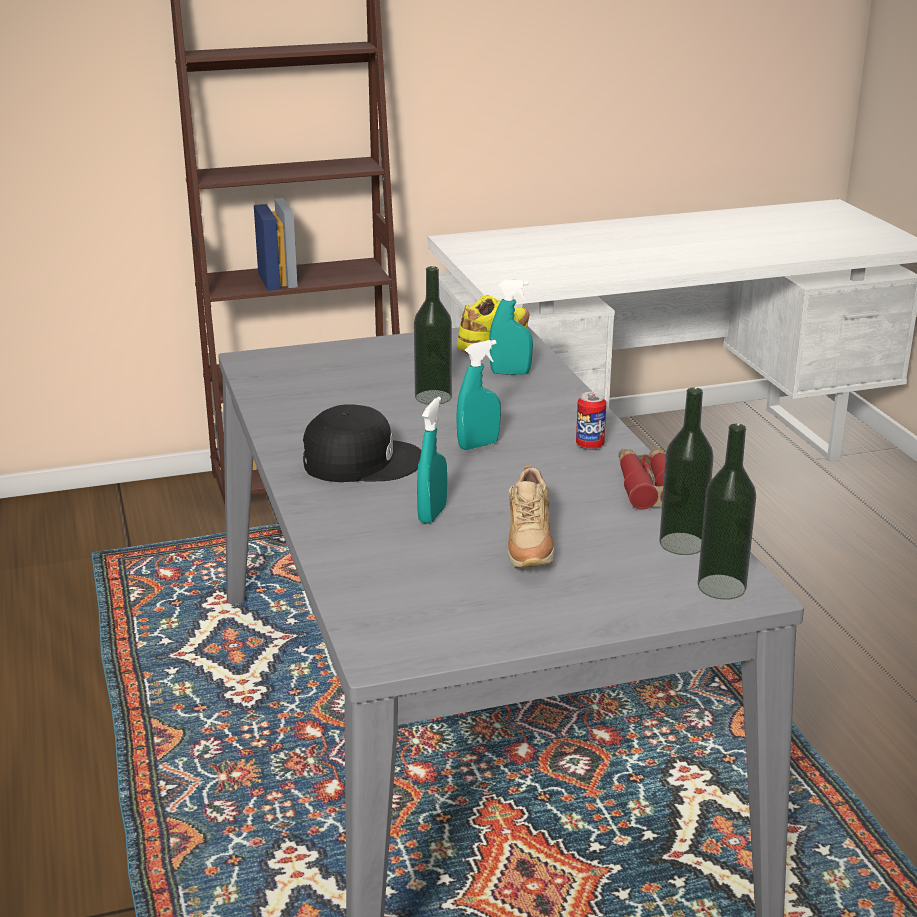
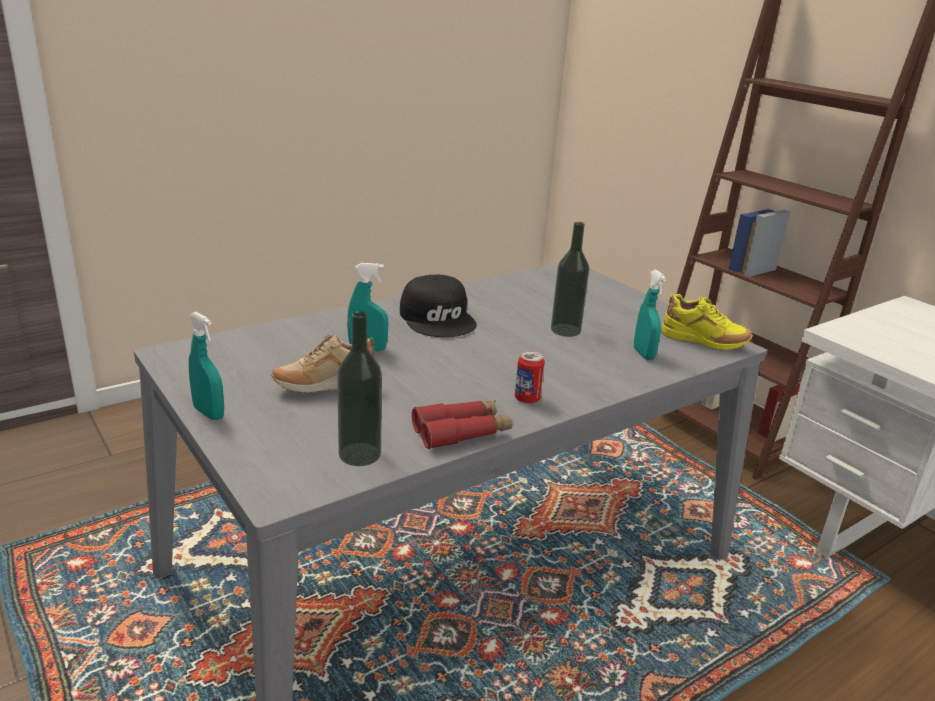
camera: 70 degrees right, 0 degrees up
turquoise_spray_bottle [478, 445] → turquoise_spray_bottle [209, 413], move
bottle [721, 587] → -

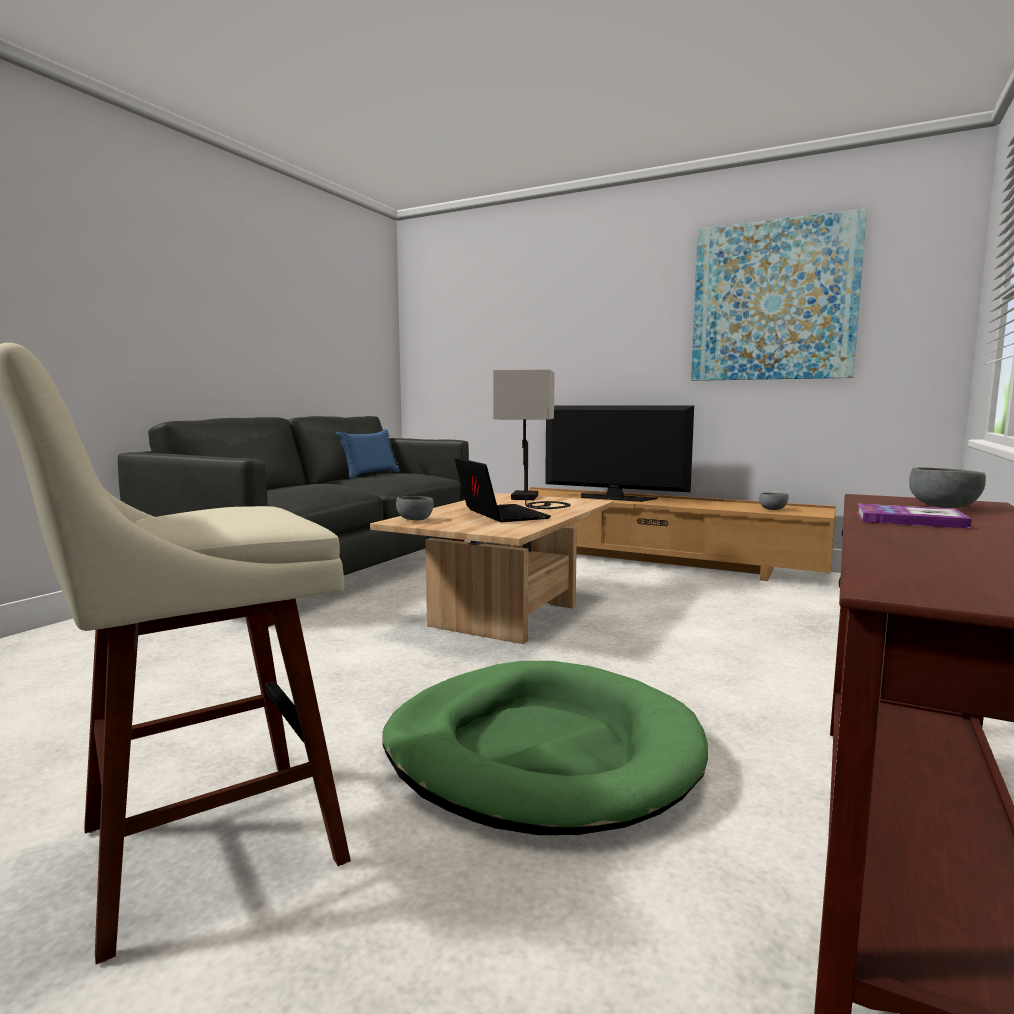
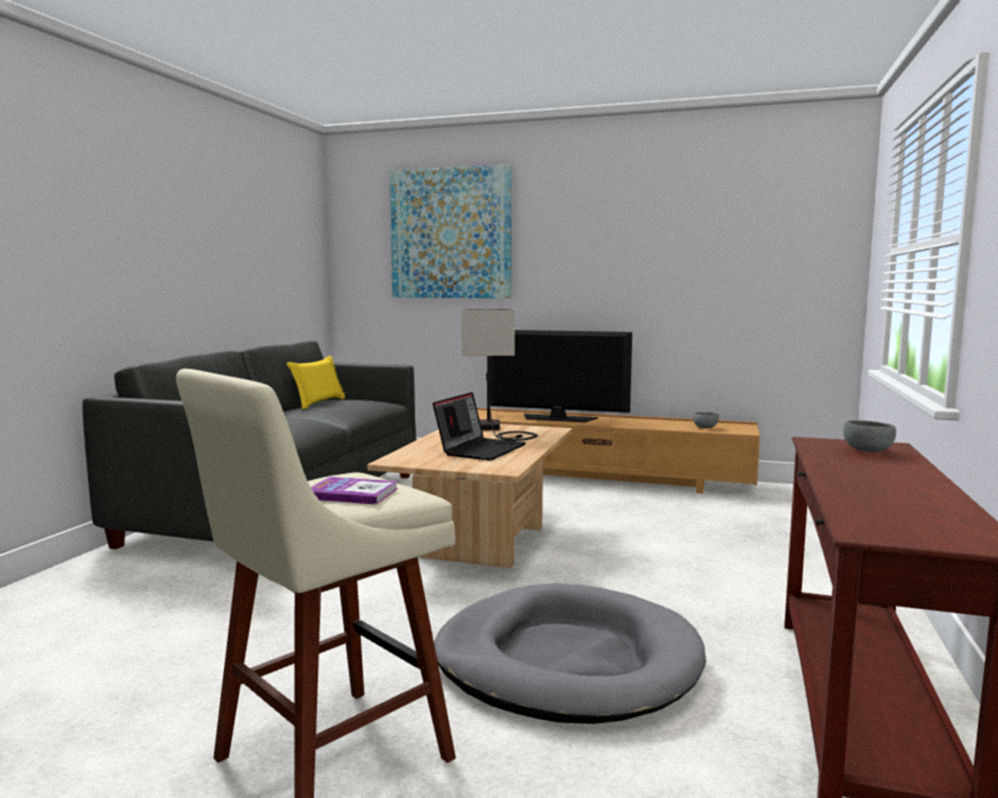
camera: 10 degrees left, 0 degrees up
blue_pillow [370, 475] → yellow_pillow [318, 403]
green_dog_bed [541, 752] → grey_dog_bed [566, 661]
grey_bowl [415, 520] → -
laptop [499, 515] → laptop [480, 449], 60 degrees clockwise
picture [773, 301] → picture [450, 233], move
book [909, 519] → book [352, 493], move

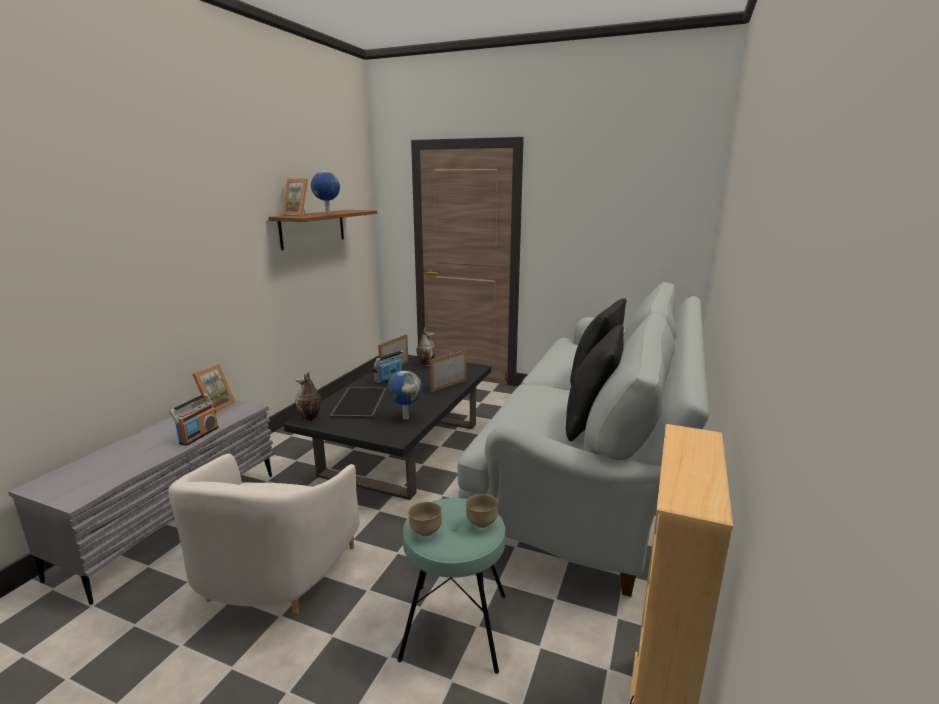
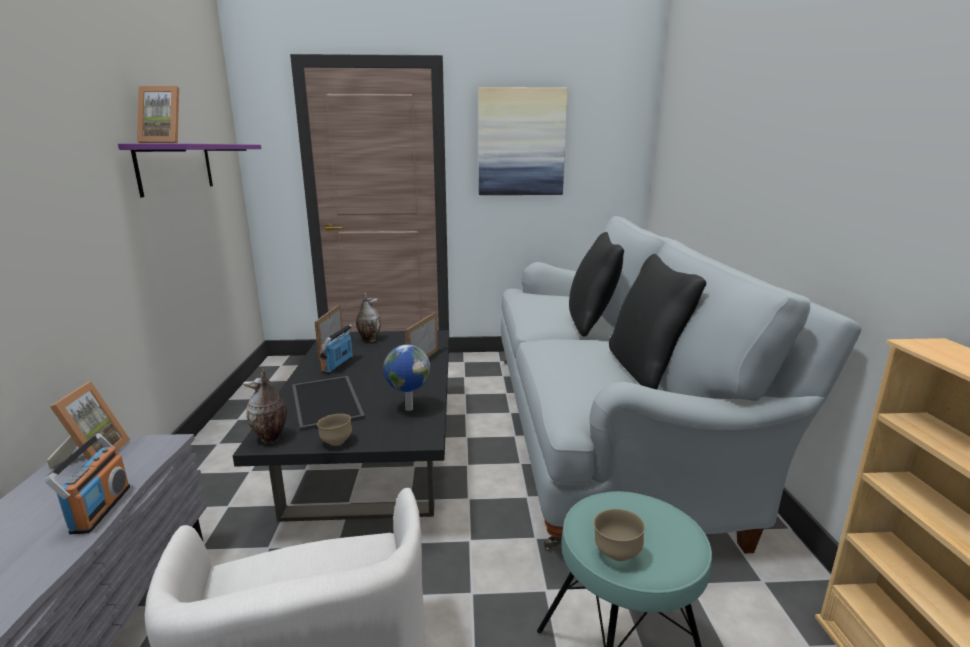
camera: 25 degrees left, 0 degrees up
brown_shelf [313, 228] → purple_shelf [176, 167]
globe [327, 214] → -
brown_bowl [481, 523] → brown_bowl [336, 442], move
- → picture [521, 142]

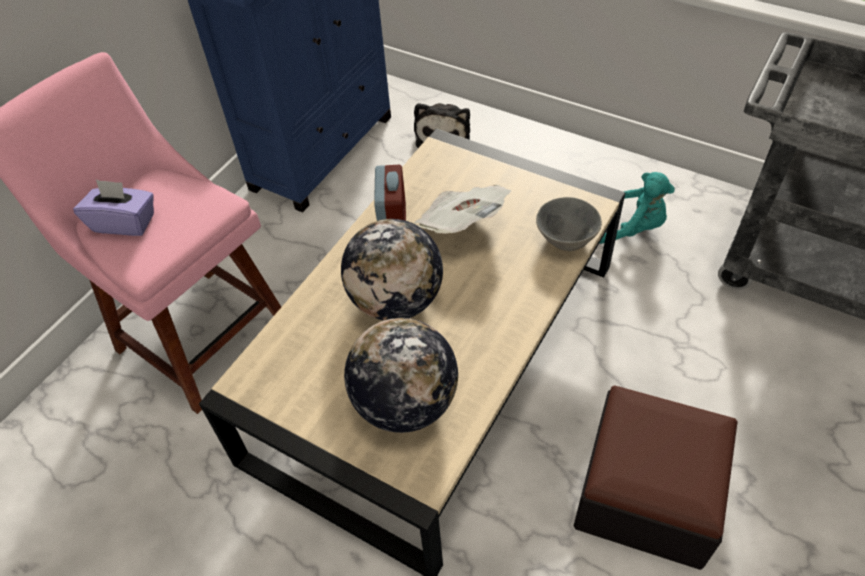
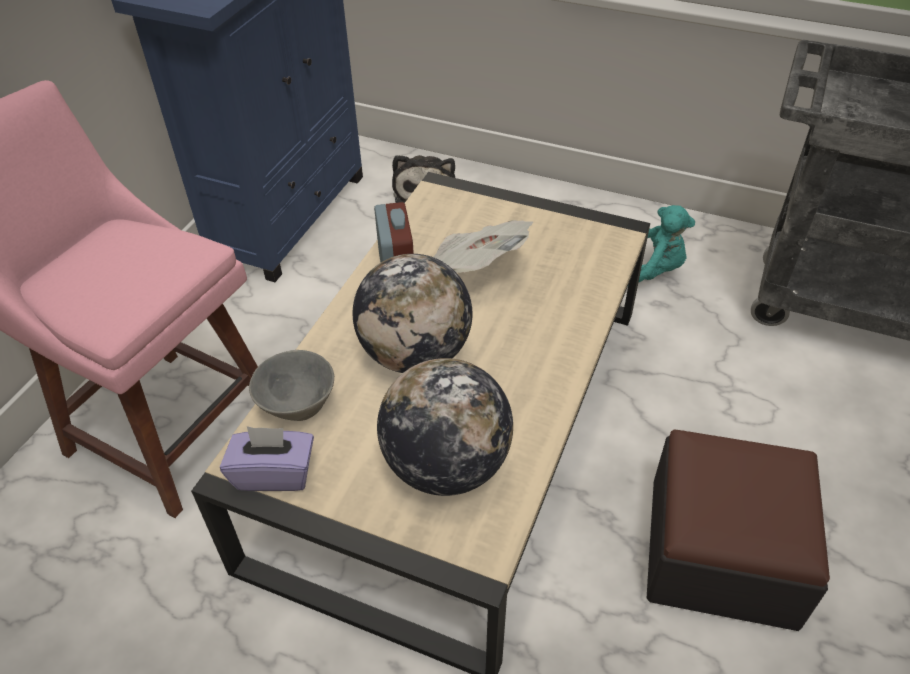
camera: 10 degrees left, 5 degrees down
purple_tissue_box [125, 222] → purple_tissue_box [274, 473], move
grey_bowl [566, 238] → grey_bowl [298, 403], move

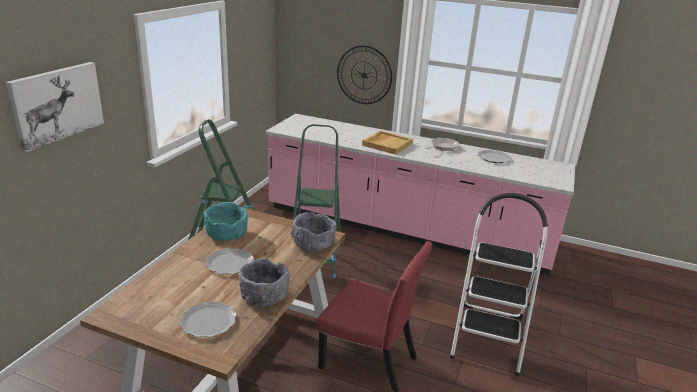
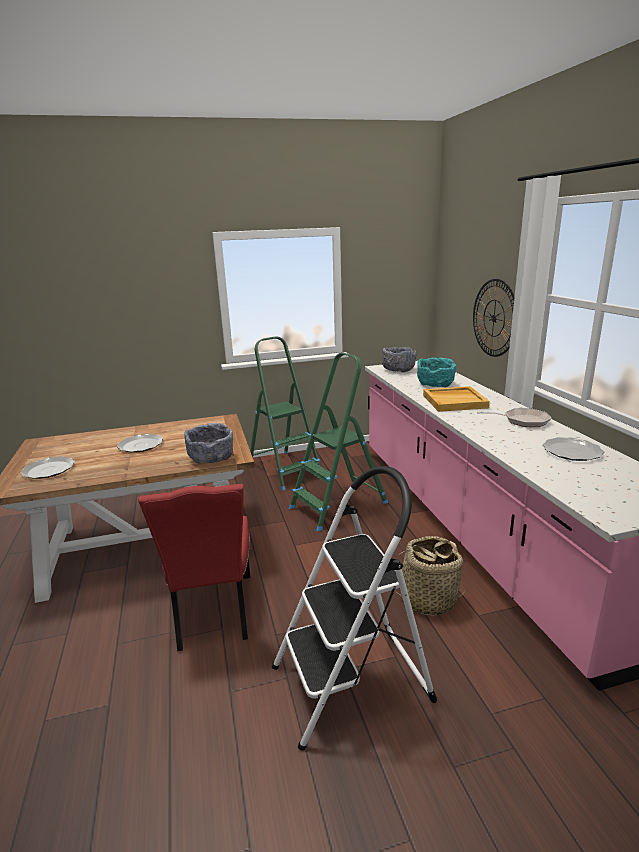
camera: 55 degrees right, 5 degrees down
picture [57, 104] → -
turquoise_bowl [227, 234] → turquoise_bowl [435, 384], move
grey_bowl [264, 296] → grey_bowl [398, 369], move
- → basket [428, 599]

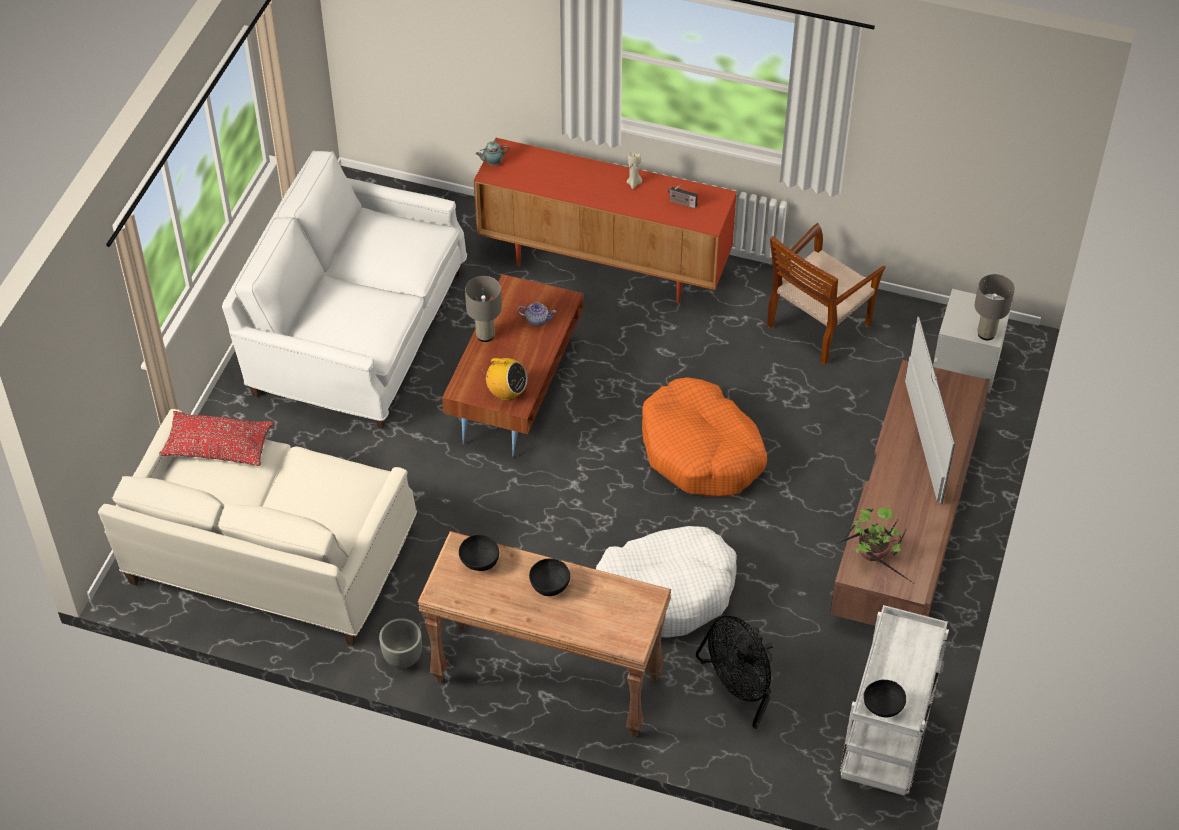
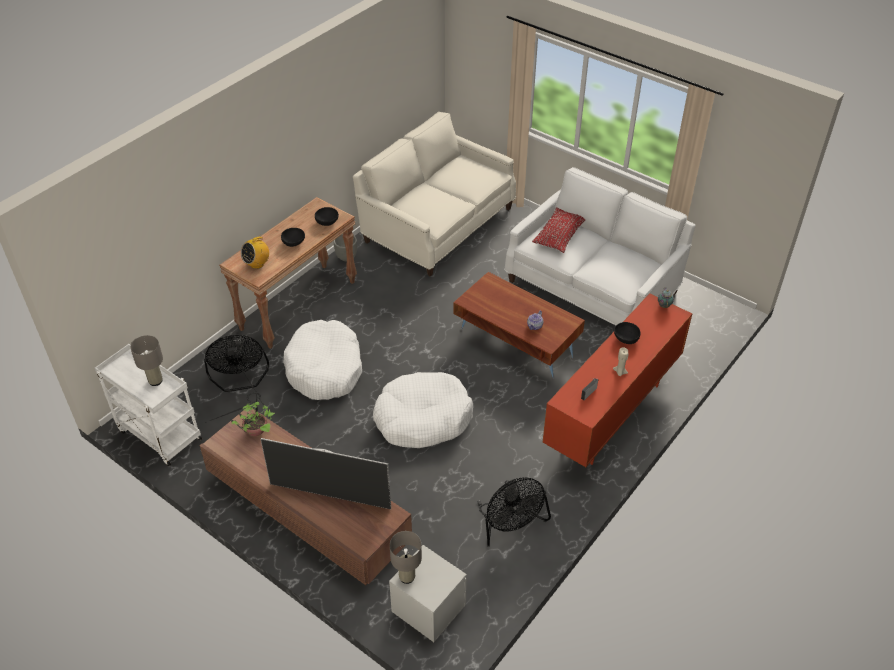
camera: 110 degrees right, 5 degrees down
red_pillow [218, 447] → red_pillow [559, 235], move
grey_table_lamp [486, 335] → grey_table_lamp [155, 381], move
radio [506, 393] → radio [257, 264], move
orange_dog_bed [701, 451] → white_dog_bed [422, 418]
brown_armchair [818, 326] → black_fan [508, 524]
black_bowl [883, 706] → black_bowl [625, 338], move

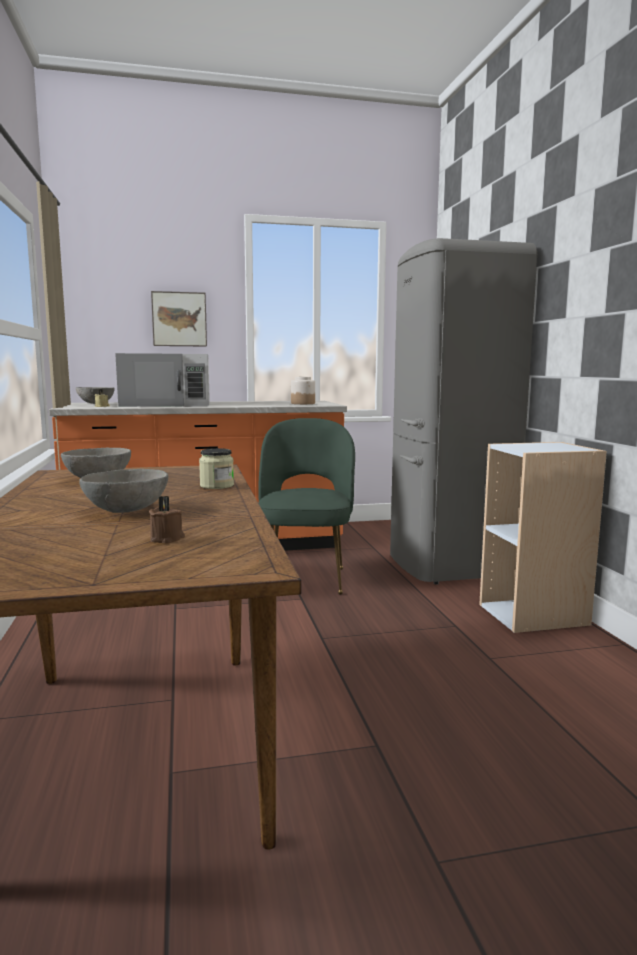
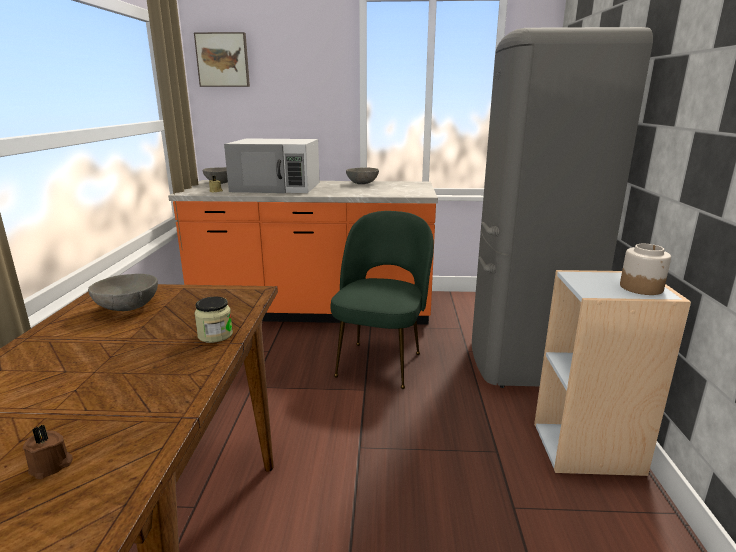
camera: 15 degrees right, 10 degrees up
grey_bowl [127, 510] → grey_bowl [362, 183], move
picture [179, 319] → picture [223, 60], move
jar [303, 403] → jar [641, 287], move

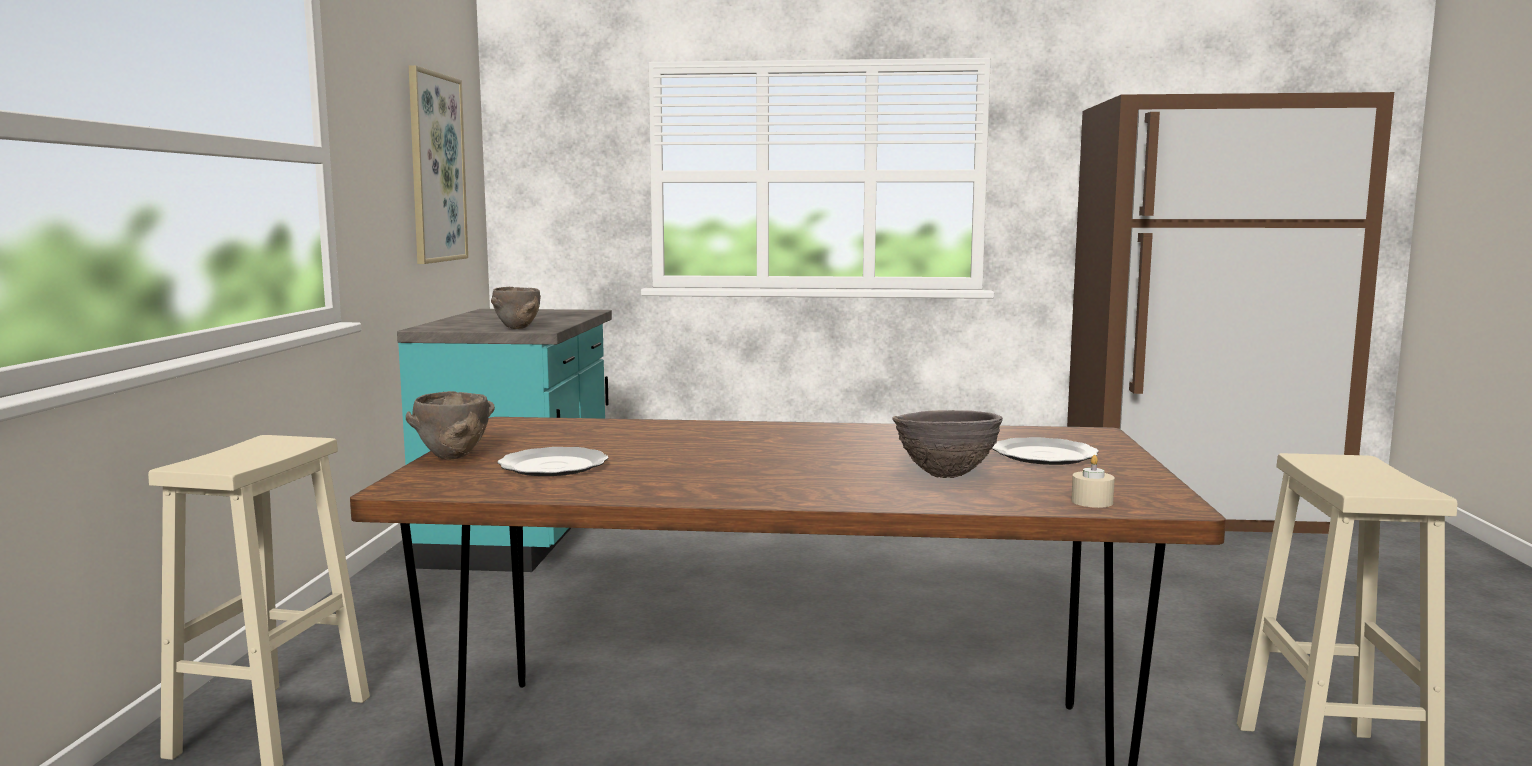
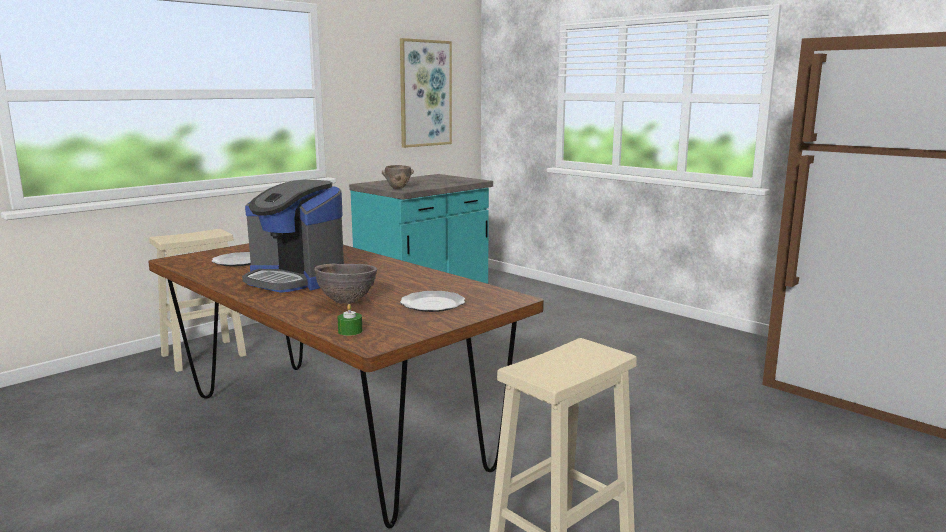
camera: 40 degrees right, 5 degrees up
brown_bowl [452, 457] → -
beige_candle [1092, 501] → green_candle [350, 331]
- → coffee_machine [296, 279]

